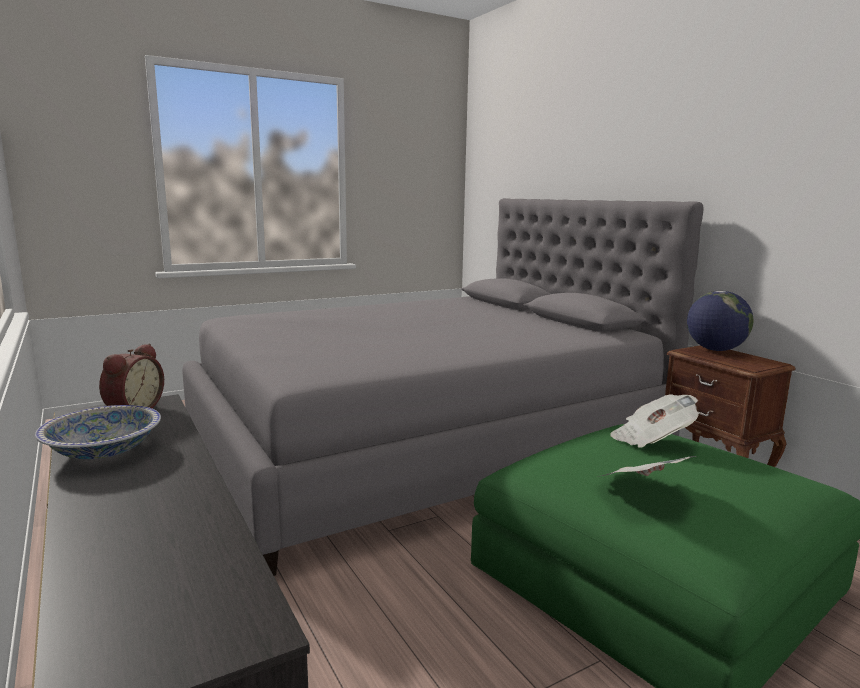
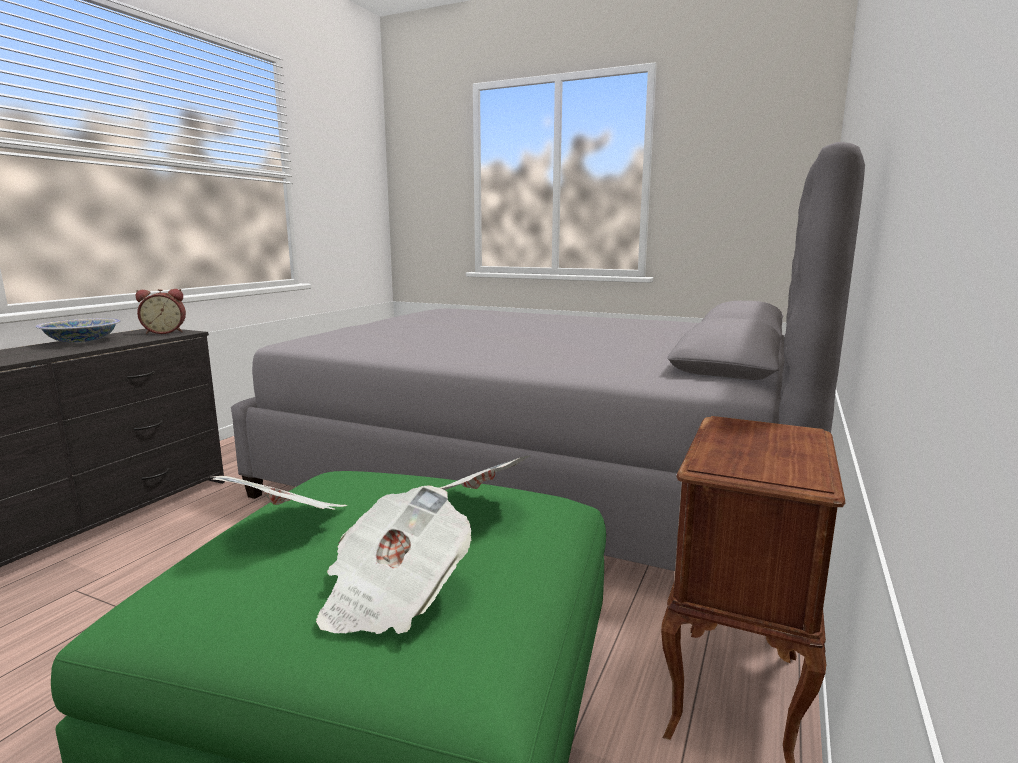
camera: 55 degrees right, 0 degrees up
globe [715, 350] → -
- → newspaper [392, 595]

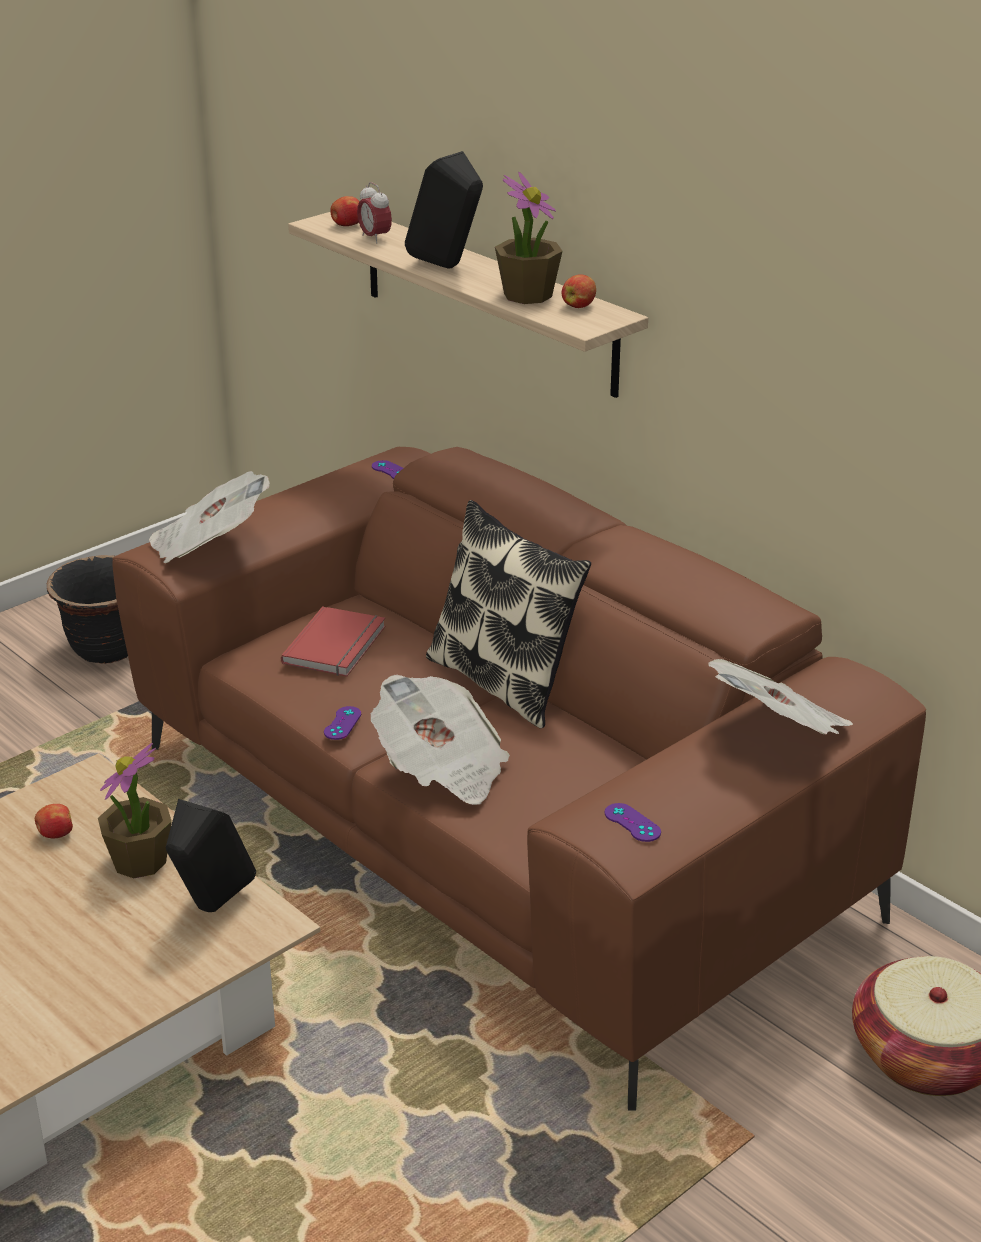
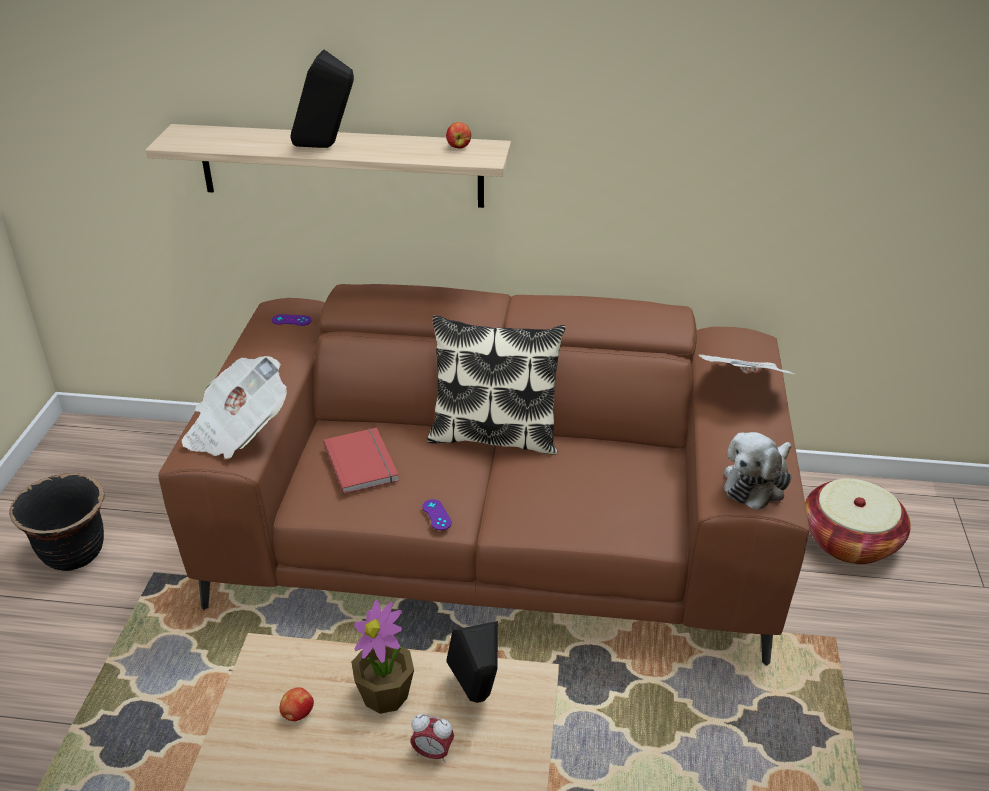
camera: 40 degrees left, 5 degrees up
apple [347, 225] → -
alarm_clock [375, 238] → alarm_clock [432, 753], move
newspaper [441, 769] → -
potted_plant [527, 295] → -
purple_game_controller [632, 823] → plush_toy [757, 483]

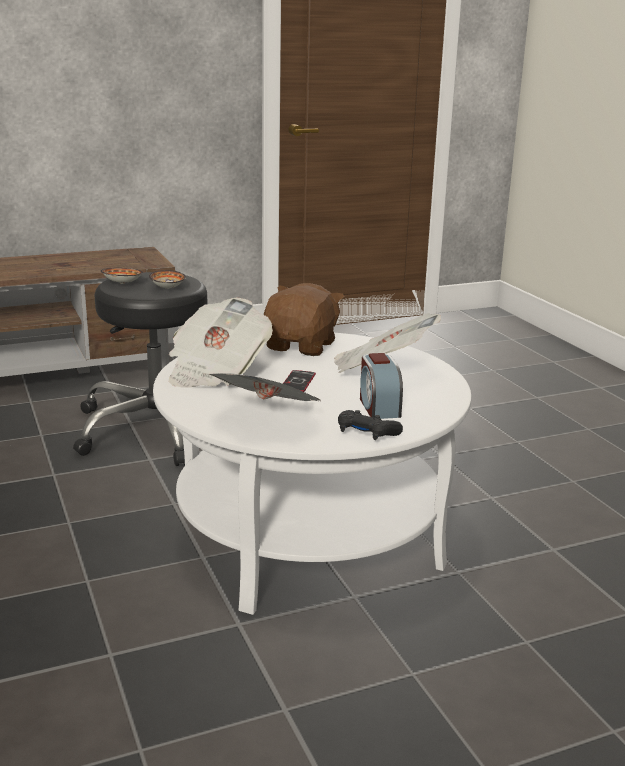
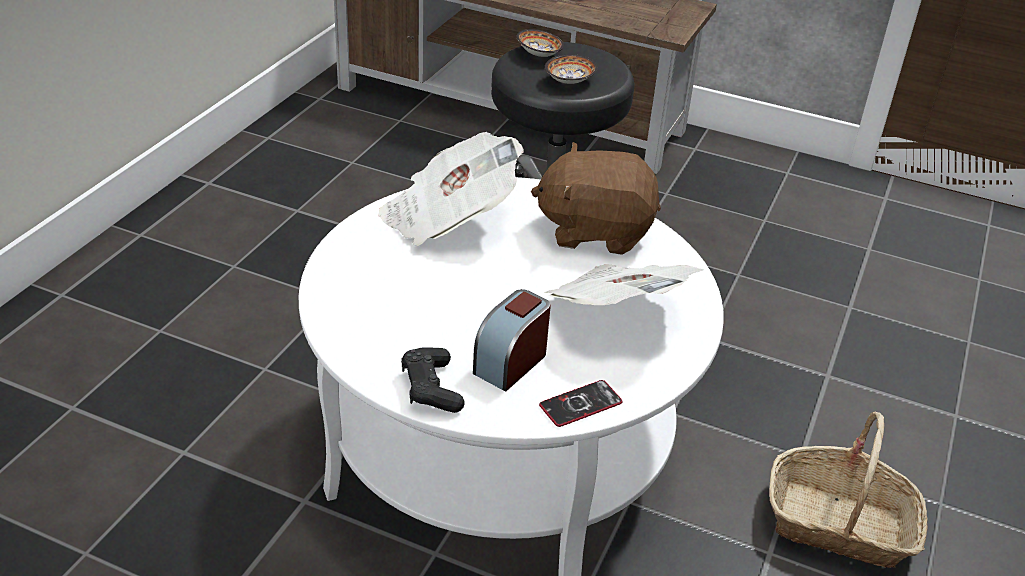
camera: 45 degrees right, 15 degrees up
newspaper [267, 418] → -
brown_plush_toy [301, 346] → brown_plush_toy [595, 231], 150 degrees counterclockwise
phone [298, 382] → phone [580, 404], move
- → basket [839, 523]

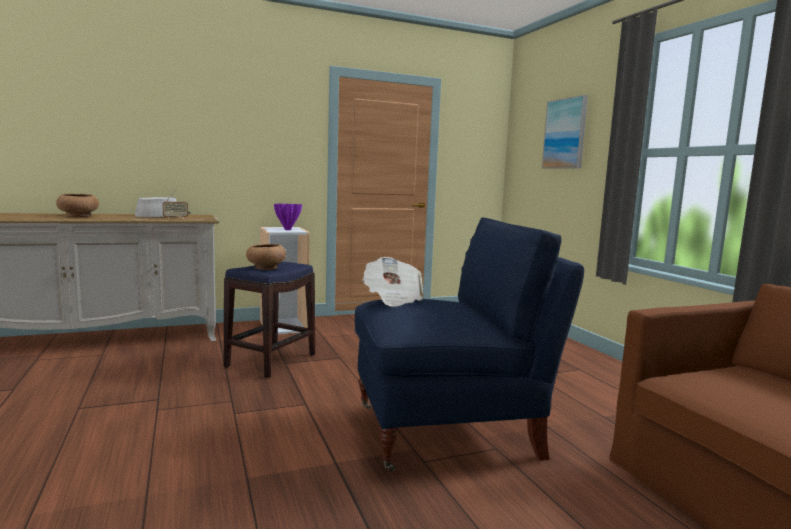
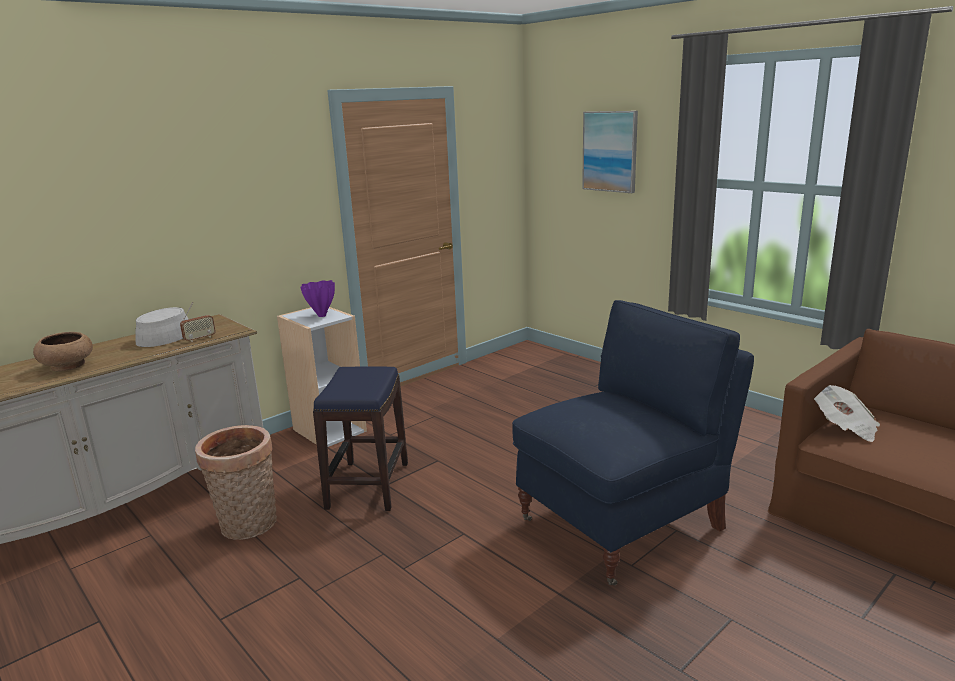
camera: 20 degrees left, 10 degrees up
brown_bowl [265, 268] → -
newspaper [392, 298] → newspaper [844, 427], move
- → basket [248, 526]

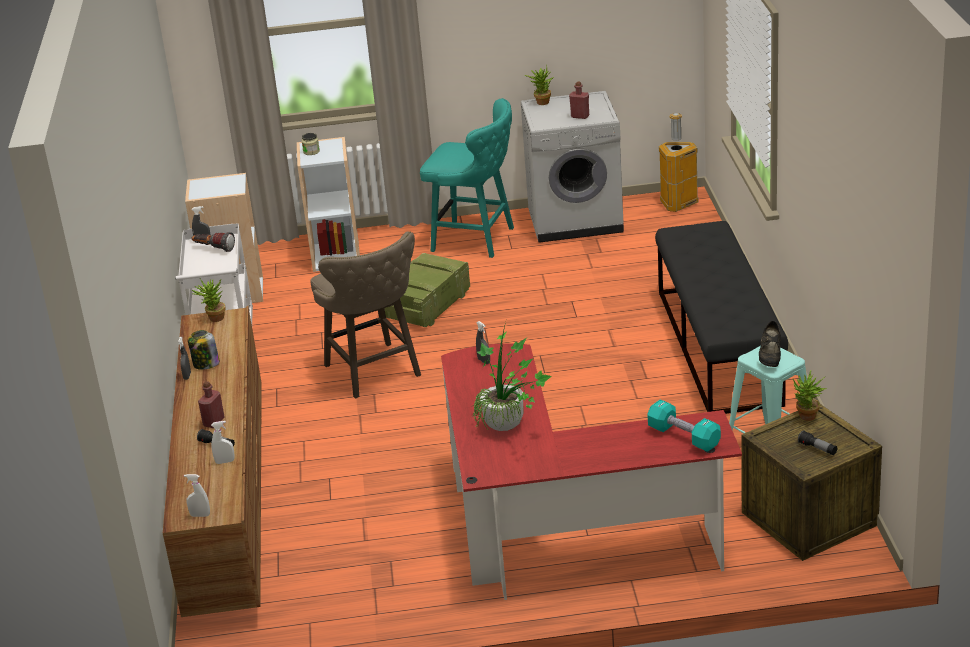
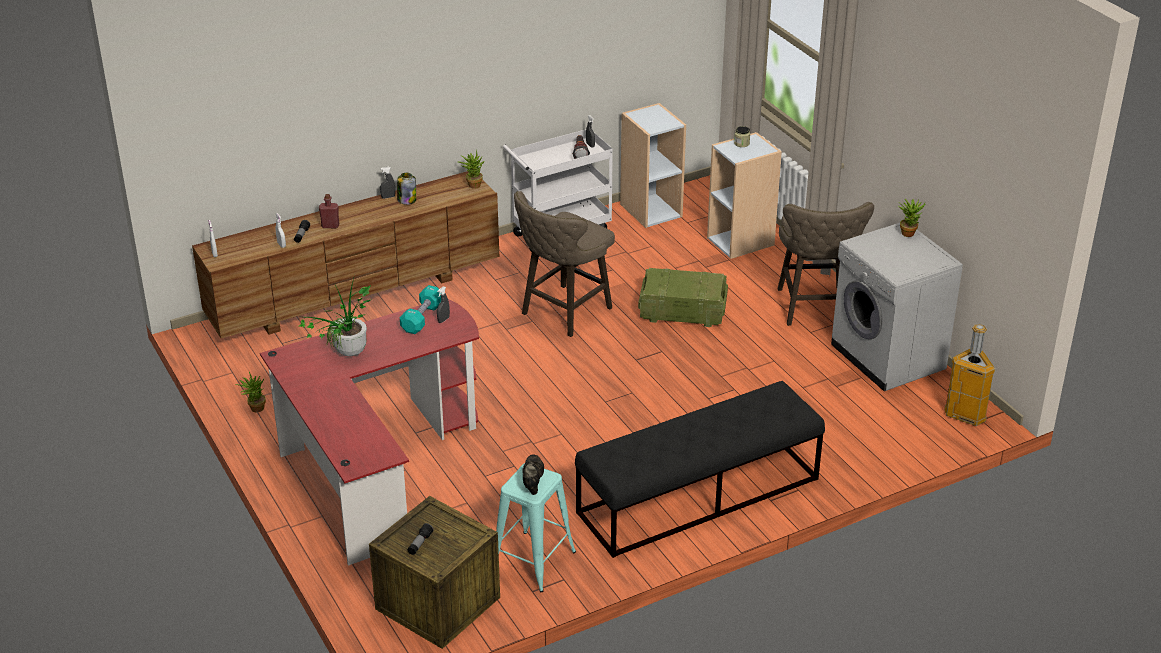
camera: 65 degrees right, 5 degrees up
turquoise_stool [477, 240] → beige_stool [814, 308]
red_bottle [580, 116] → -
turquoise_dumbbell [684, 437] → turquoise_dumbbell [422, 318], move
black_shoe [770, 358] → black_shoe [532, 481], 105 degrees clockwise
potted_plant [807, 418] → potted_plant [254, 408], move

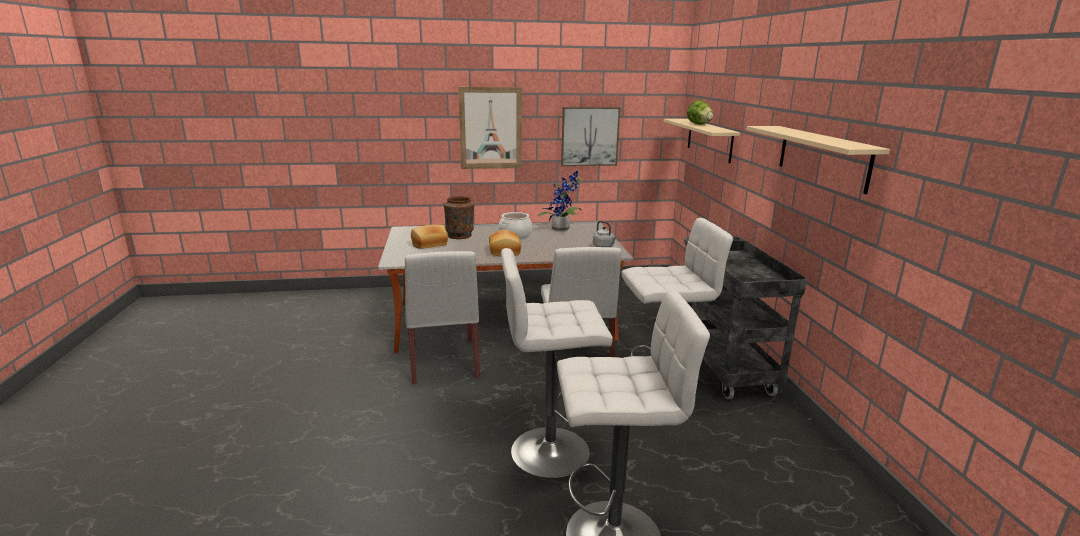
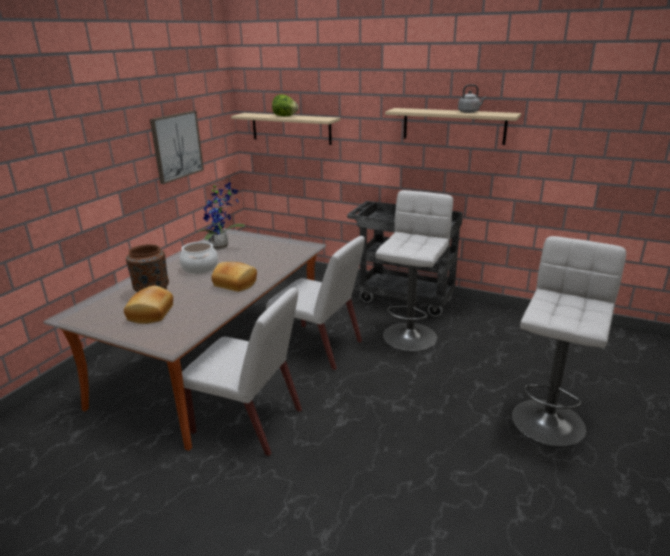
camera: 55 degrees left, 5 degrees up
picture [490, 128] → -
white_stool [549, 451] → -
grey_kettle [604, 247] → grey_kettle [469, 112], move

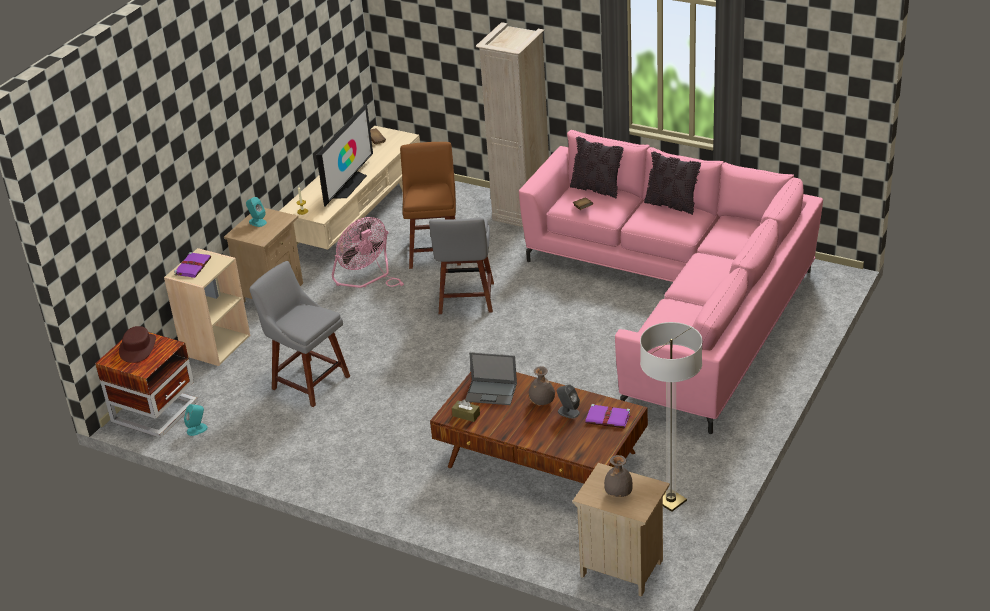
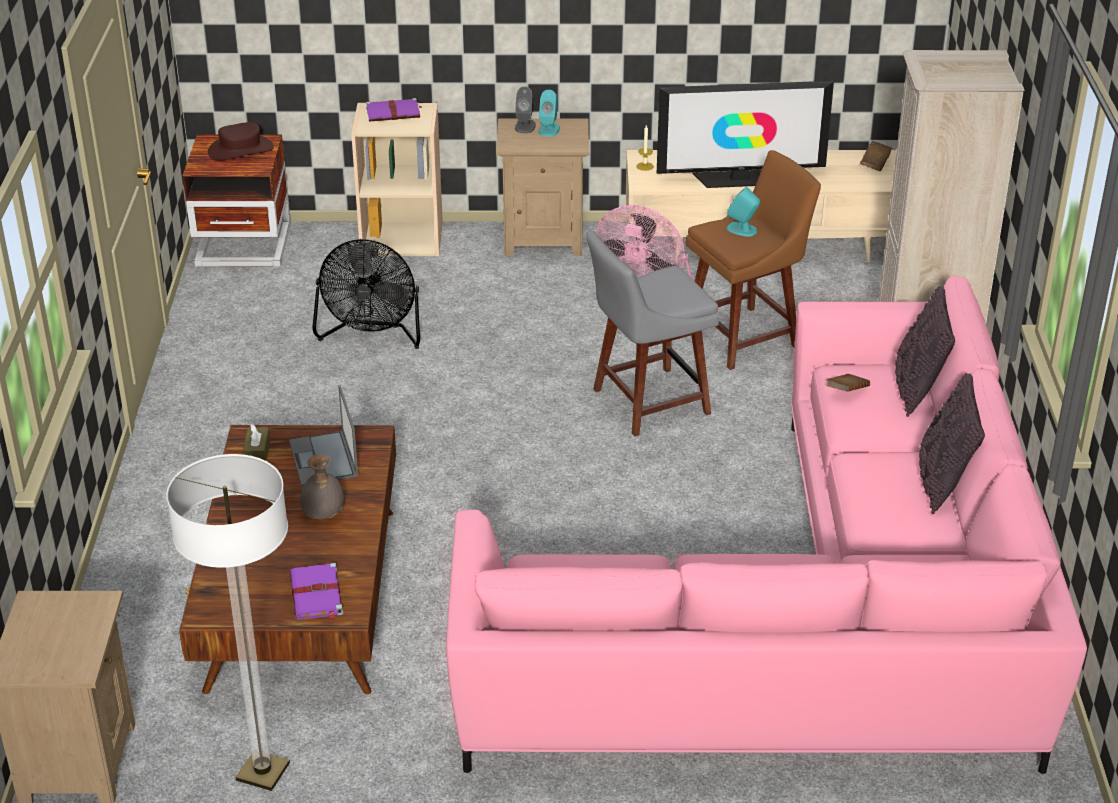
camera: 60 degrees right, 0 degrees up
turquoise_speaker [197, 429] → turquoise_speaker [742, 229], move
grey_stool [308, 381] → black_fan [369, 332]
grey_speaker [568, 412] → grey_speaker [525, 126], move
grey_vase [618, 493] → -

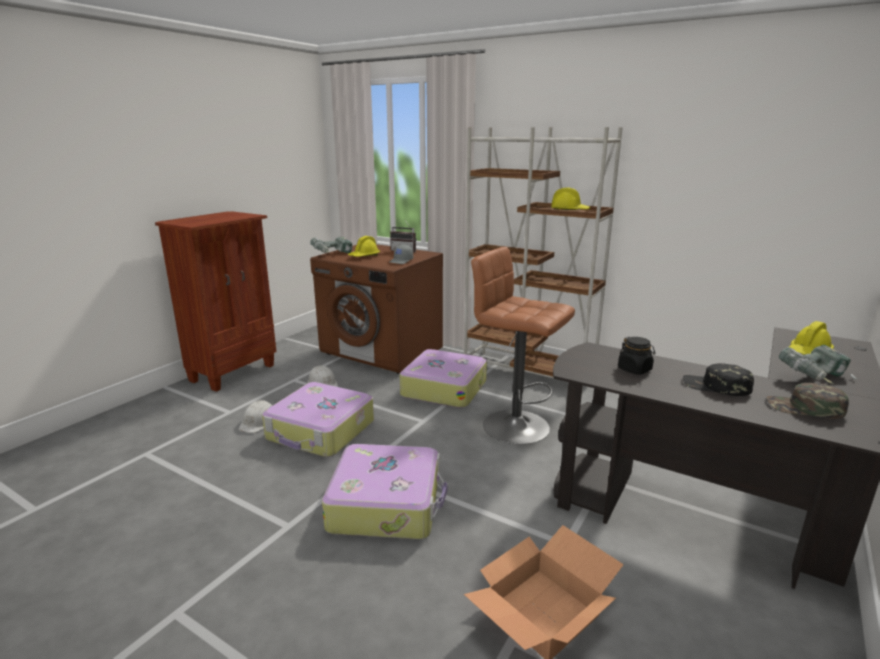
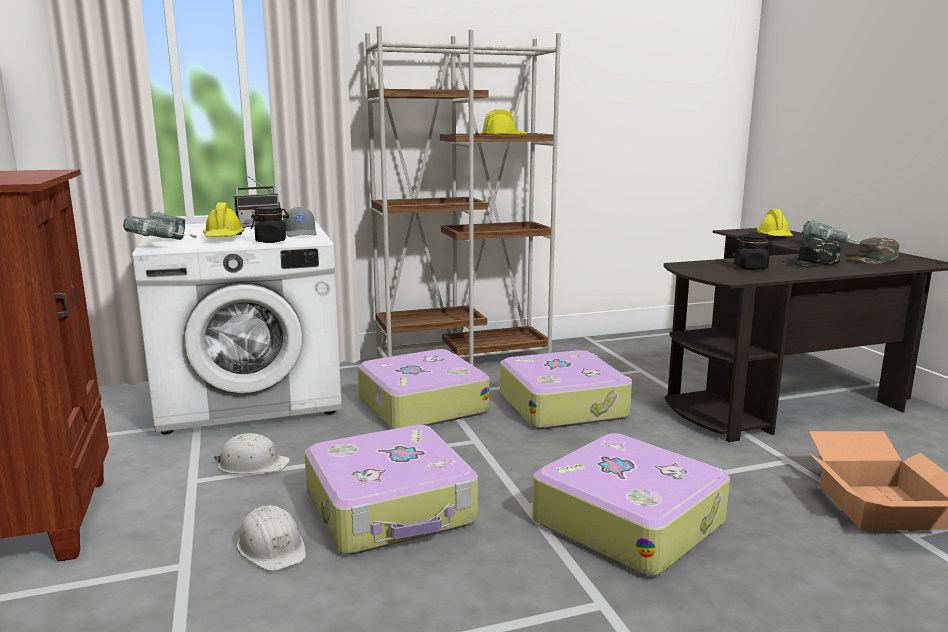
camera: 50 degrees left, 5 degrees down
brown_washing_machine [381, 353] → white_washing_machine [252, 403]
brown_stool [515, 426] → suitcase [563, 405]
- → black_jar [271, 241]

